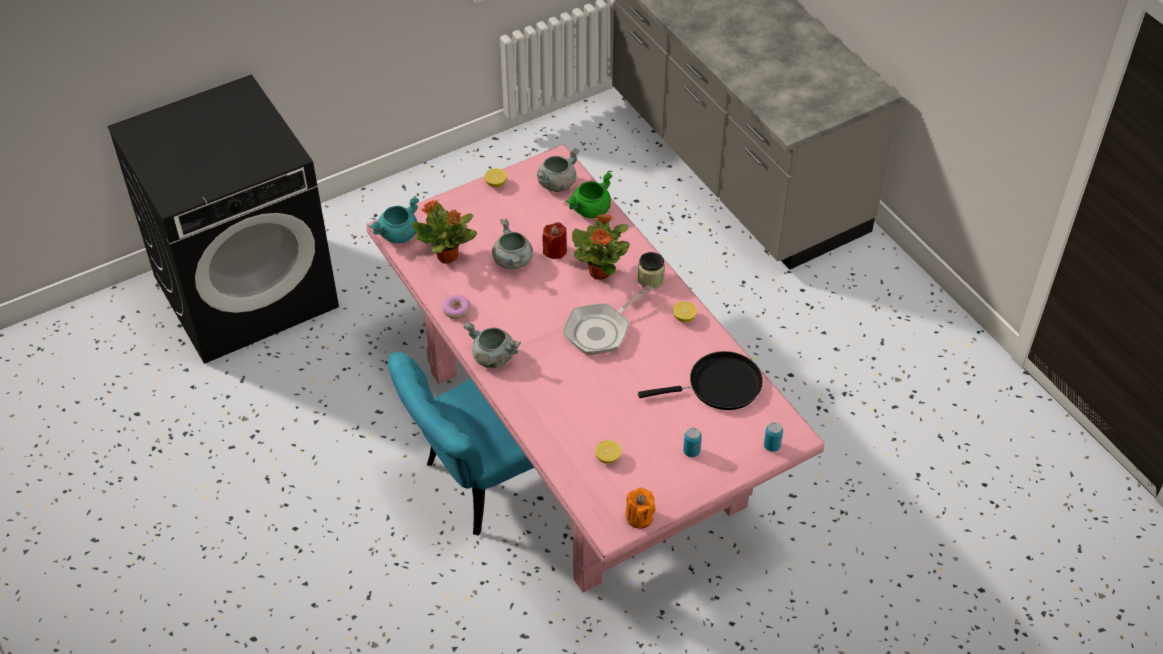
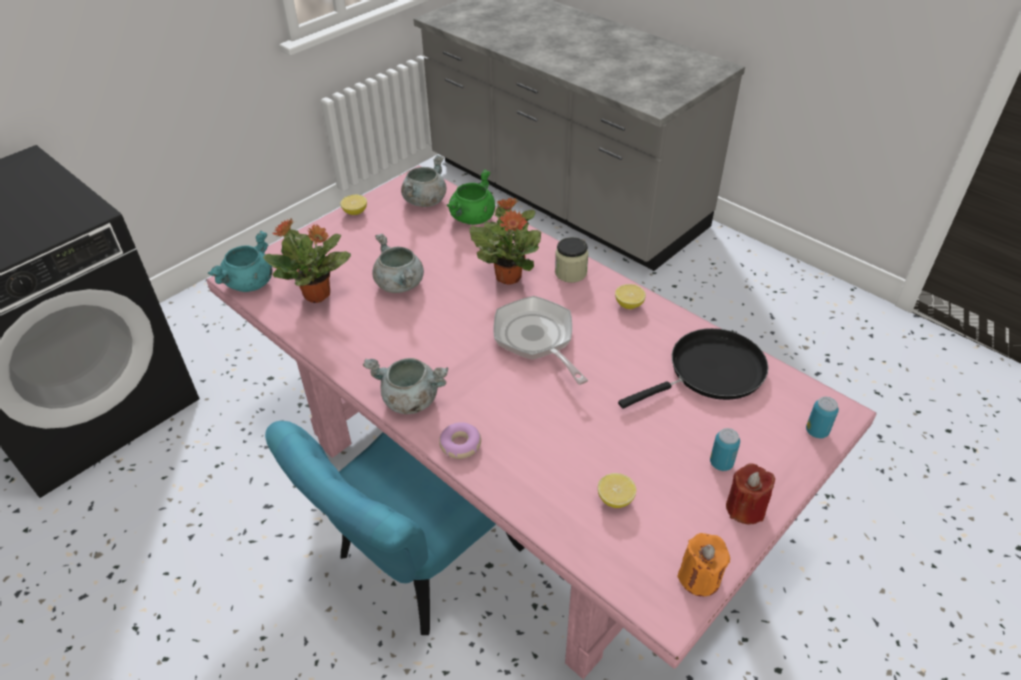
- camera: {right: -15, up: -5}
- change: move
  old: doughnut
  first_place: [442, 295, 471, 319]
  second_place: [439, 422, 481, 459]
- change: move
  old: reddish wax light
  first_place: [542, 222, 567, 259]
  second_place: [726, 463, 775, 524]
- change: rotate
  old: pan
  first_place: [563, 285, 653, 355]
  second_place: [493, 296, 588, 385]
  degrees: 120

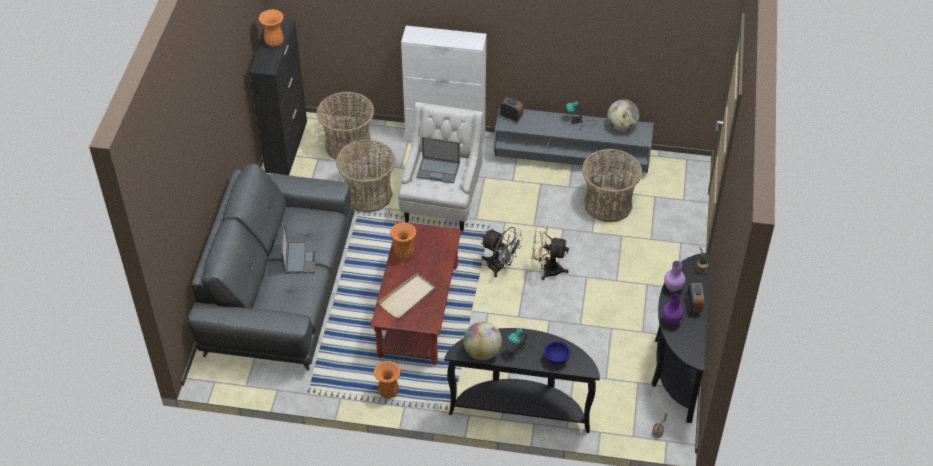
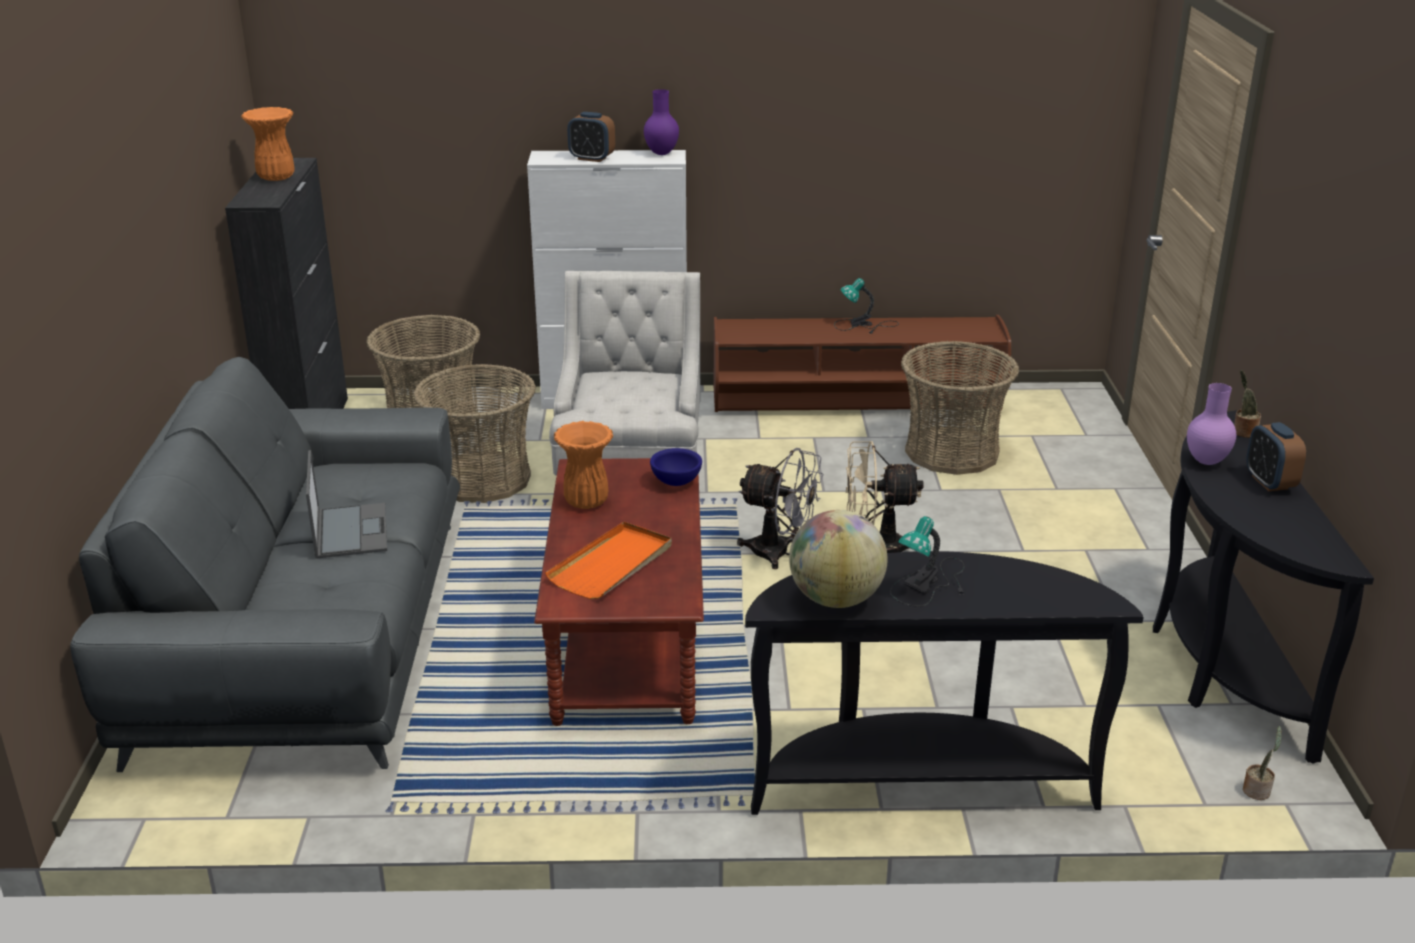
- camera: {right: -10, up: -20}
- change: delete
  old: orange-coloured decorative vase
  first_place: [374, 361, 401, 399]
- change: recolor
  old: sand-coloured carrying tray
  new: orange-coloured carrying tray
  first_place: [378, 273, 436, 318]
  second_place: [545, 522, 672, 599]
- change: delete
  old: notebook computer
  first_place: [416, 137, 460, 183]
- change: recolor
  old: greyish media console
  new: brown-coloured media console
  first_place: [494, 107, 654, 173]
  second_place: [714, 315, 1011, 412]
- change: move
  old: bedside clock
  first_place: [500, 98, 524, 123]
  second_place: [567, 112, 615, 162]
- change: move
  old: blue bowl
  first_place: [544, 341, 571, 364]
  second_place: [650, 448, 702, 486]
- change: delete
  old: desk globe
  first_place: [607, 99, 639, 132]
- change: move
  old: purplish decorative vase
  first_place: [662, 294, 684, 325]
  second_place: [644, 89, 679, 155]

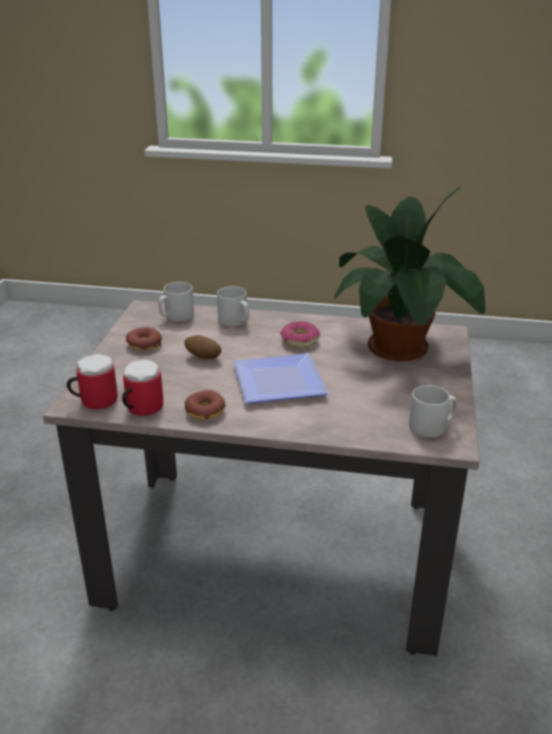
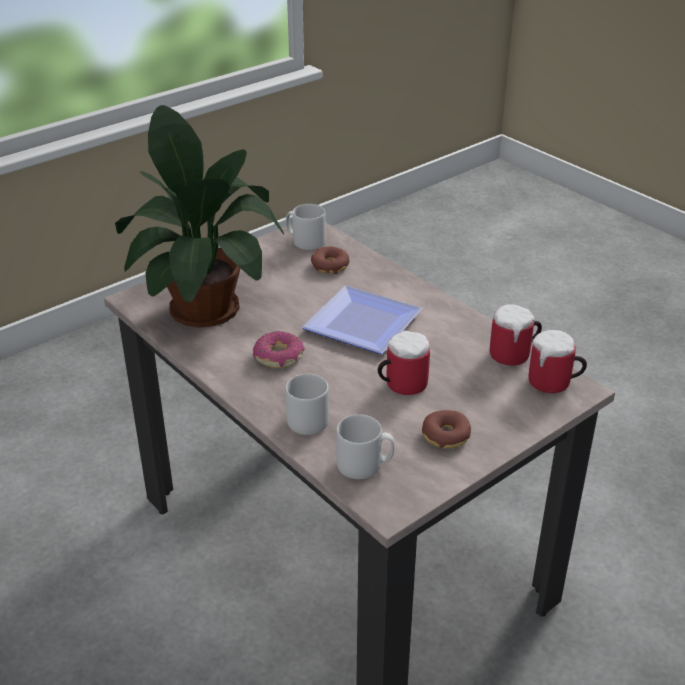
- camera: {right: -140, up: 5}
- change: replace
  old: spud
  new: tea mug
  first_place: [184, 335, 221, 359]
  second_place: [378, 331, 430, 395]
- change: move
  old: doughnut
  first_place: [185, 390, 226, 420]
  second_place: [311, 247, 350, 274]

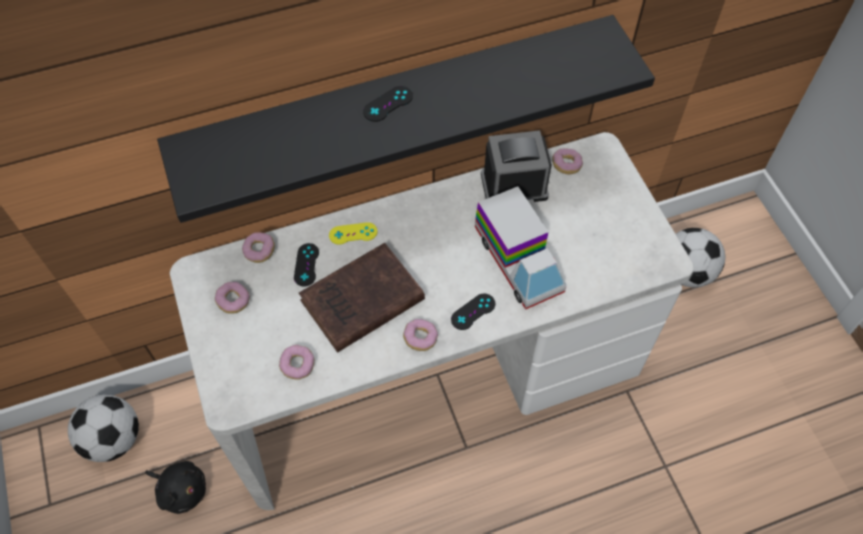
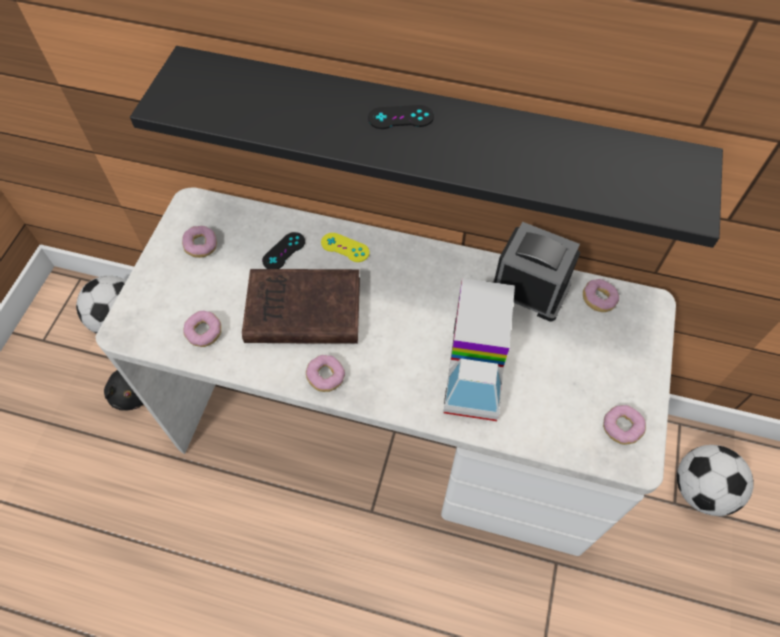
- camera: {right: 35, up: 0}
- change: move
  old: doughnut
  first_place: [242, 232, 275, 263]
  second_place: [603, 405, 646, 445]
- change: delete
  old: black-coloured gamepad
  first_place: [451, 294, 495, 330]

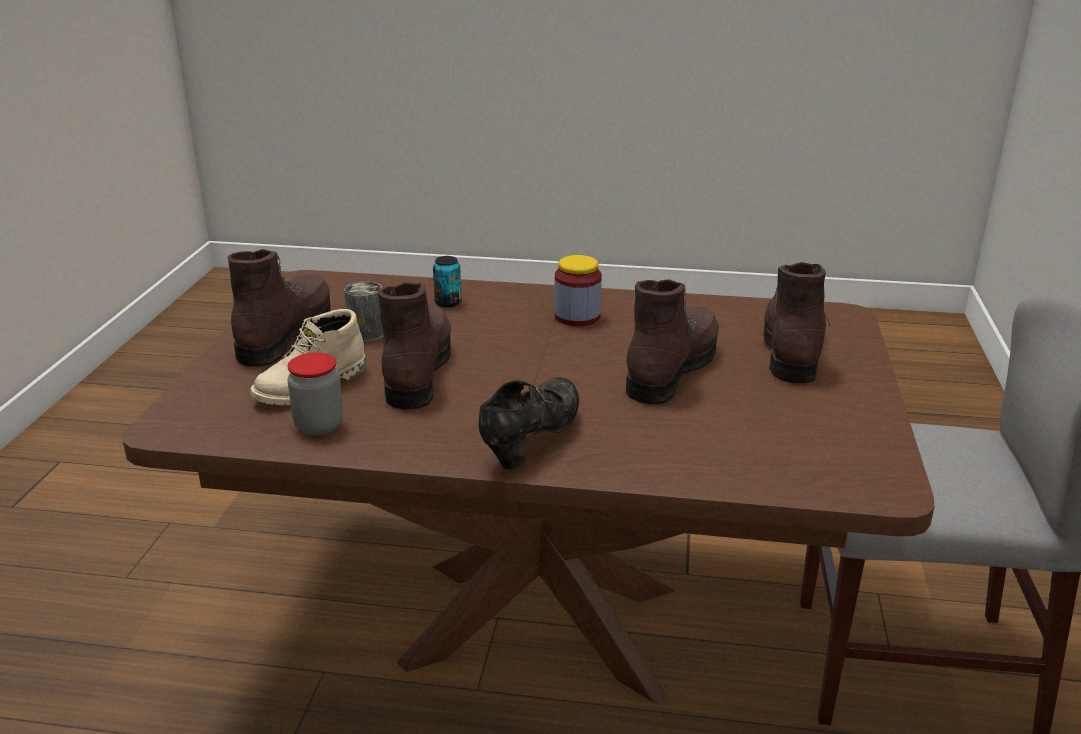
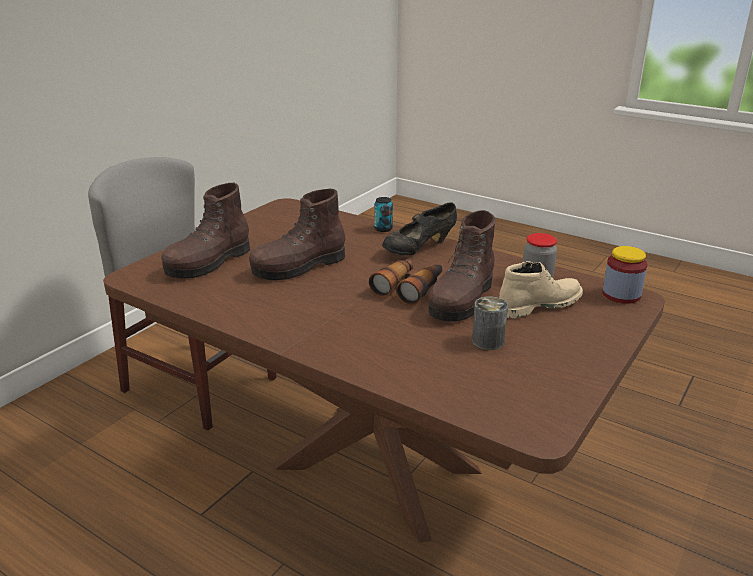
- camera: {right: -155, up: 0}
- change: delete
  old: brown-coloured boot
  first_place: [228, 249, 331, 367]
- change: move
  old: sealed can
  first_place: [433, 256, 462, 307]
  second_place: [374, 197, 393, 232]
- change: move
  old: preserve jar
  first_place: [554, 255, 602, 326]
  second_place: [602, 246, 647, 304]
- change: insert
  new: pair of binoculars
  second_place: [369, 257, 442, 305]

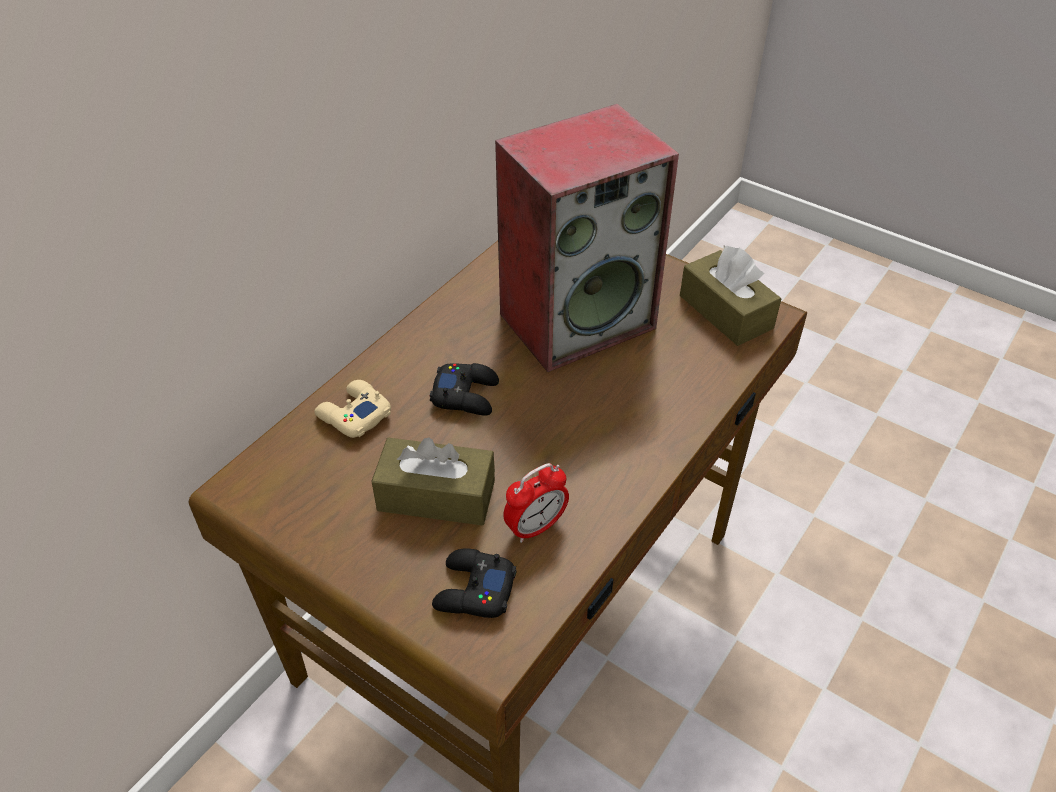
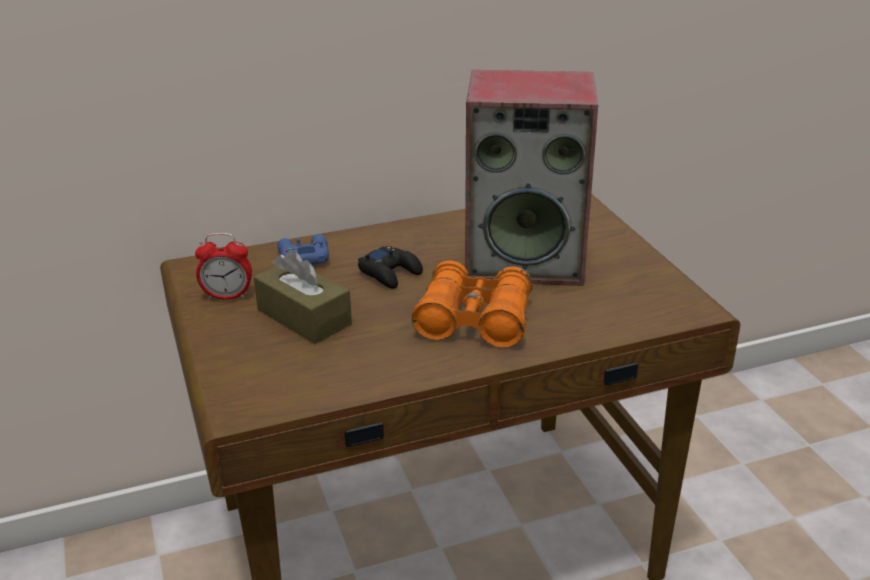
- camera: {right: 35, up: -15}
- change: recolor
  old: sand-coloured gamepad
  new: blue gamepad
  first_place: [314, 380, 391, 438]
  second_place: [277, 234, 329, 265]
- change: delete
  old: black-coloured gamepad
  first_place: [432, 548, 516, 618]
- change: move
  old: bedside clock
  first_place: [504, 463, 569, 543]
  second_place: [195, 233, 252, 300]
- change: delete
  old: brown-coloured tissue holder
  first_place: [680, 246, 781, 346]
- change: insert
  new: orange-coloured pair of binoculars
  second_place: [412, 260, 533, 348]

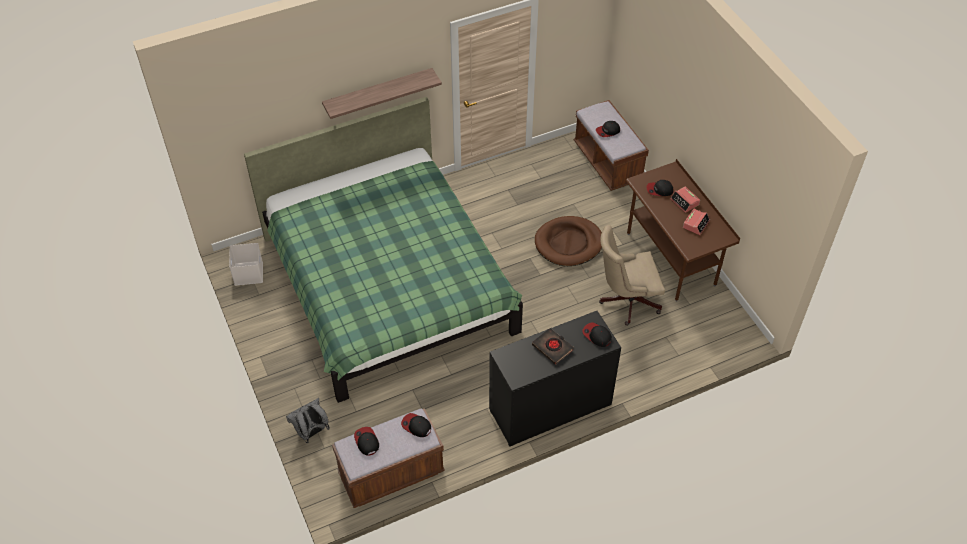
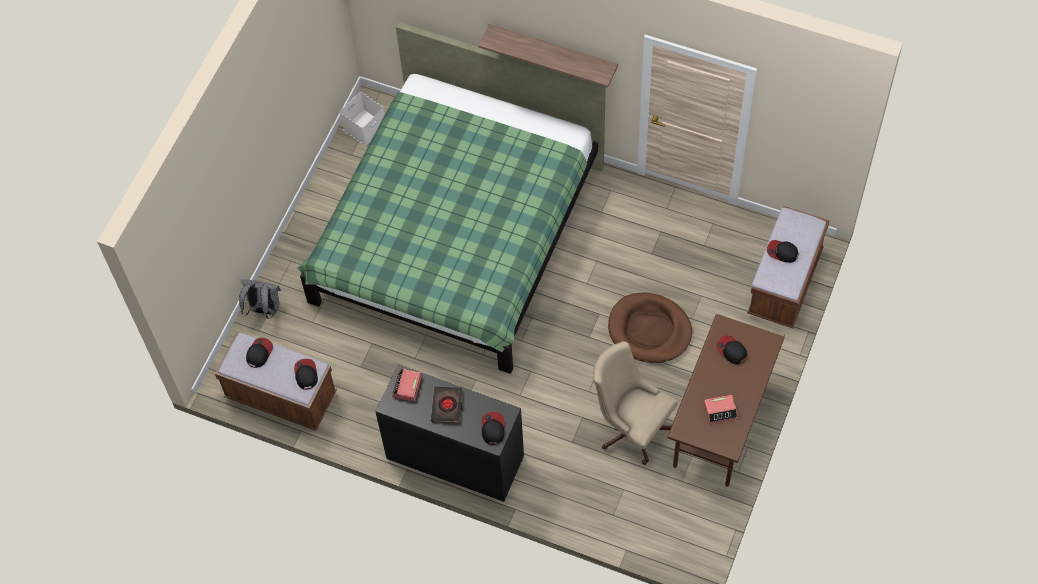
- camera: {right: 50, up: 10}
- change: move
  old: bedside clock
  first_place: [670, 187, 700, 213]
  second_place: [392, 368, 421, 401]

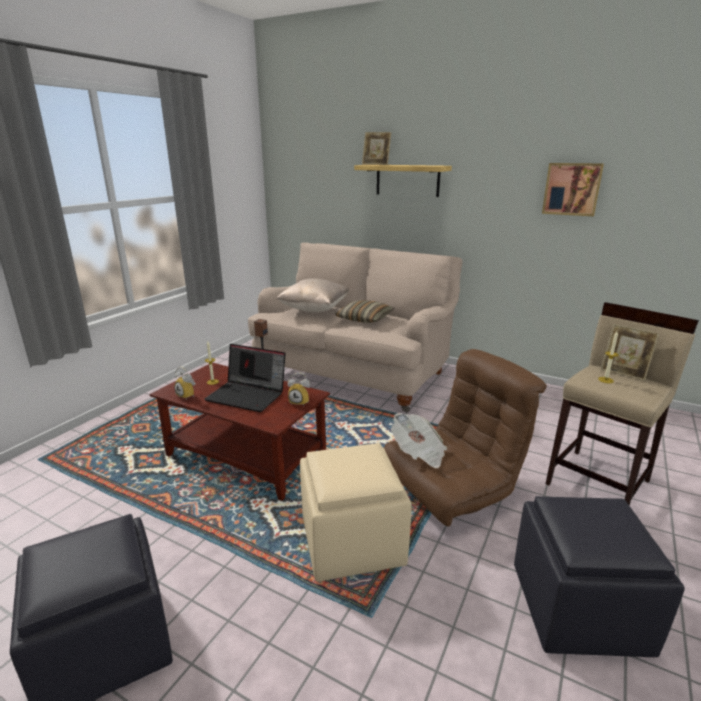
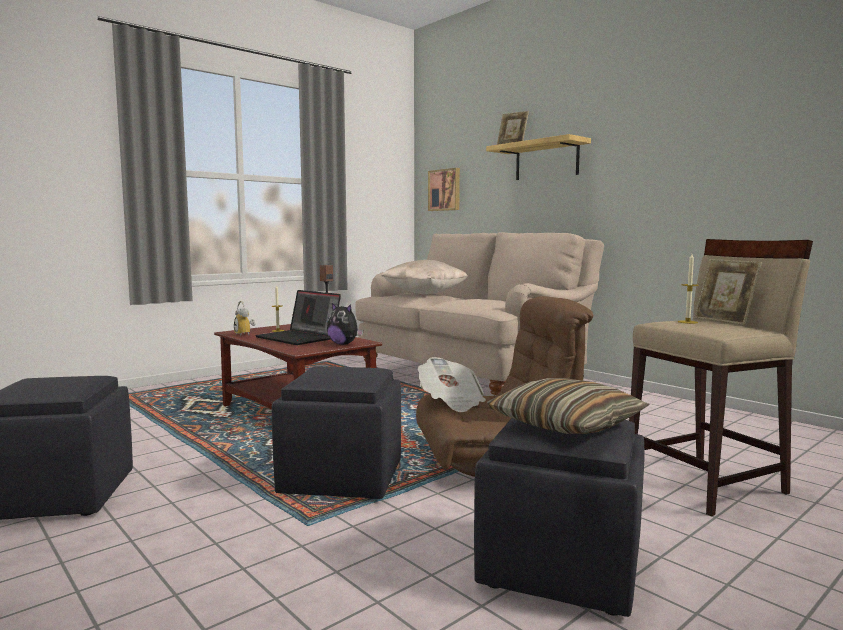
- camera: {right: 20, up: -15}
- change: replace
  old: bedside clock
  new: soft toy
  first_place: [288, 373, 310, 406]
  second_place: [327, 303, 363, 345]
- change: recolor
  old: sand-coloured ottoman
  new: black-coloured ottoman
  first_place: [300, 443, 412, 582]
  second_place: [272, 366, 401, 499]
- change: move
  old: pillow
  first_place: [335, 300, 394, 323]
  second_place: [487, 378, 649, 434]
- change: move
  old: wall picture
  first_place: [542, 163, 604, 216]
  second_place: [428, 168, 460, 211]

